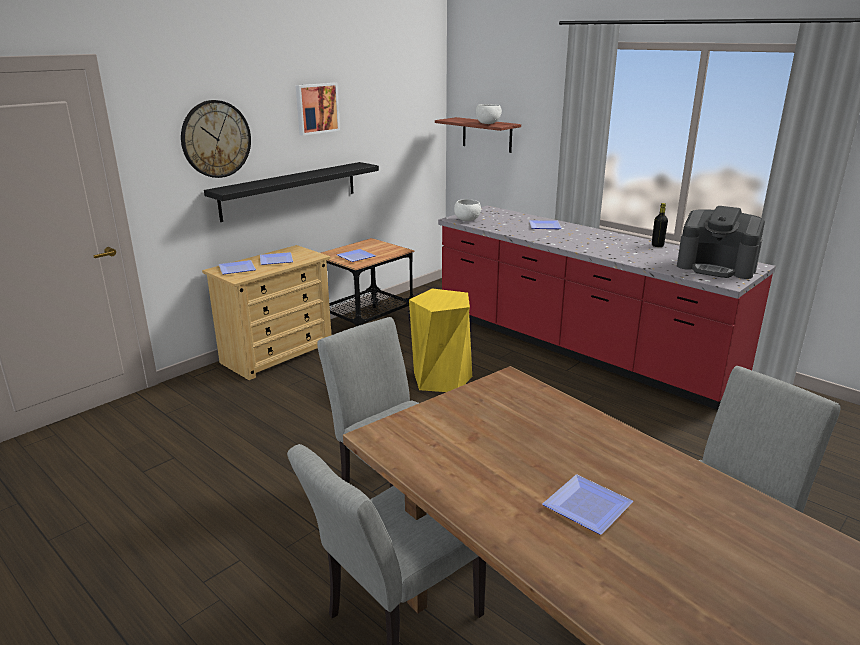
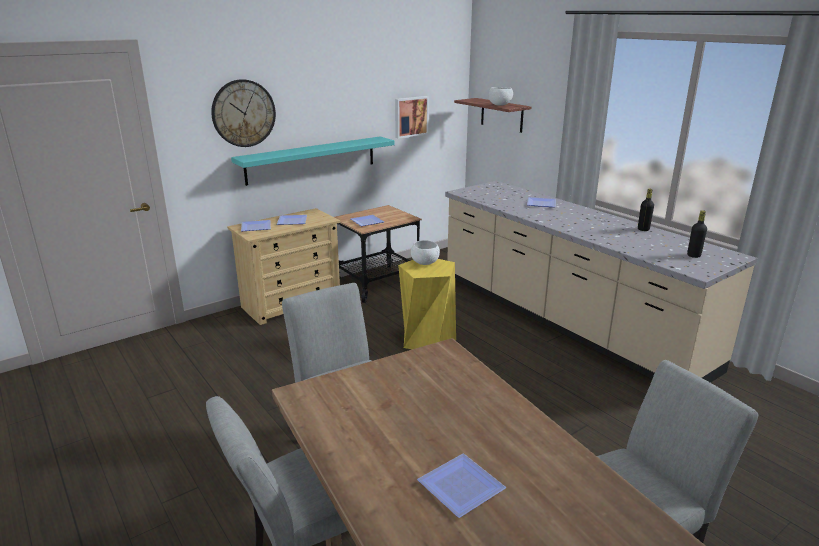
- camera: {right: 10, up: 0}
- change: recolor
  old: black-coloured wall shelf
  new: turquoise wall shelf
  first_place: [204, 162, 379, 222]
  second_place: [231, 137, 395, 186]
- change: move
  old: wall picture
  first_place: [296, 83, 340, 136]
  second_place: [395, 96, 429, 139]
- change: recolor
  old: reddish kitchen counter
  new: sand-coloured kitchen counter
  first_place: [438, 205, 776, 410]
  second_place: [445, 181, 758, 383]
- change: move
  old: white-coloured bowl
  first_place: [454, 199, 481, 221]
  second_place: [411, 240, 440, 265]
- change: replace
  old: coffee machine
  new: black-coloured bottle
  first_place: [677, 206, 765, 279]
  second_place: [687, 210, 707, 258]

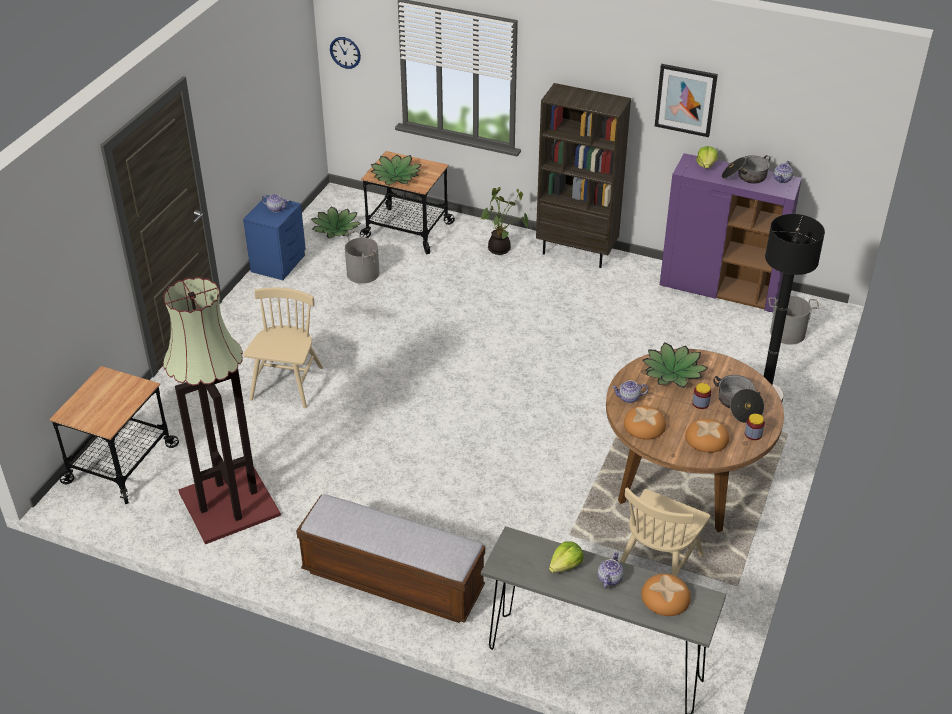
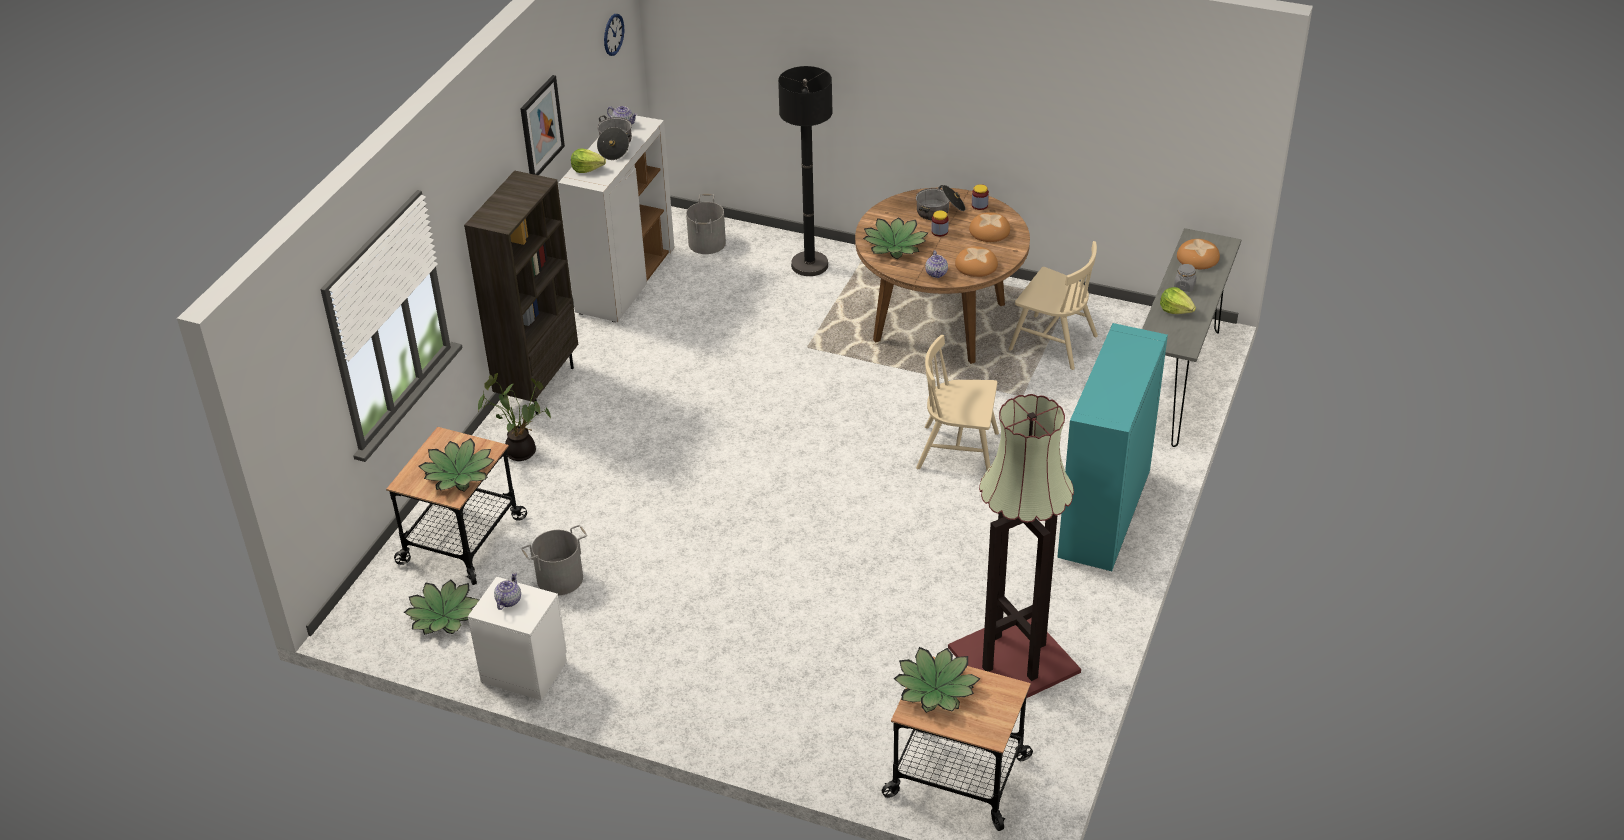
- camera: {right: -90, up: 0}
- change: recolor
  old: blue night table
  new: white-coloured night table
  first_place: [243, 195, 306, 280]
  second_place: [468, 577, 567, 700]
- change: move
  old: sand-coloured upright chair
  first_place: [243, 288, 323, 408]
  second_place: [916, 335, 999, 471]
- change: replace
  old: bench
  new: turquoise storage cabinet
  first_place: [296, 494, 485, 623]
  second_place: [1057, 323, 1168, 571]
- change: move
  old: hanging clock
  first_place: [330, 37, 361, 69]
  second_place: [604, 14, 624, 56]
- change: replace
  old: teapot
  new: greyish preserve jar
  first_place: [598, 551, 624, 589]
  second_place: [1174, 264, 1196, 292]
- change: recolor
  old: purplish storage cabinet
  new: white-coloured storage cabinet
  first_place: [660, 153, 802, 312]
  second_place: [558, 116, 674, 322]
- change: insert
  new: potted plant
  second_place: [894, 647, 980, 713]

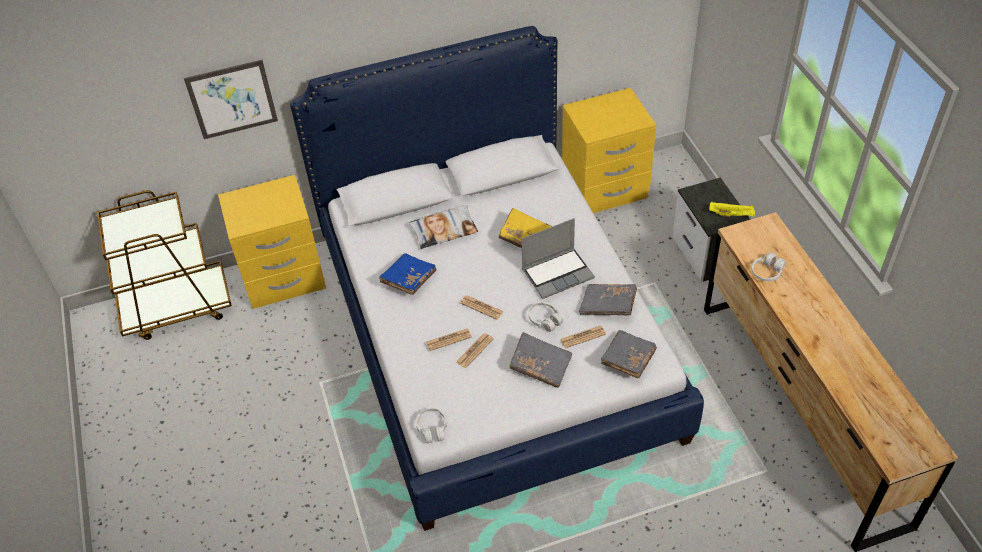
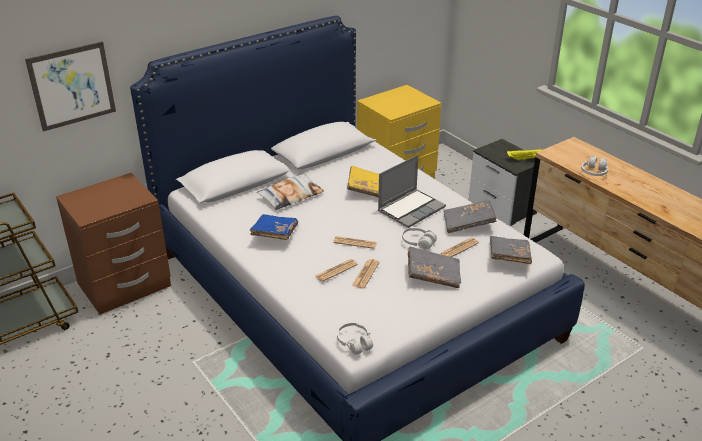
- camera: {right: -20, up: -15}
- change: recolor
  old: yellowish night table
  new: brown-coloured night table
  first_place: [218, 175, 326, 309]
  second_place: [56, 173, 171, 315]

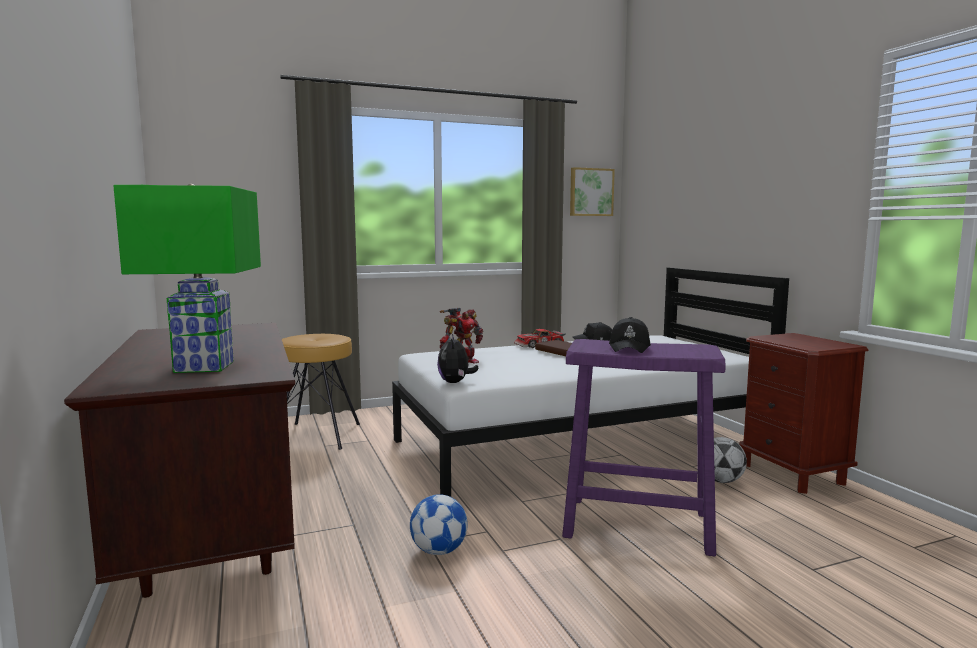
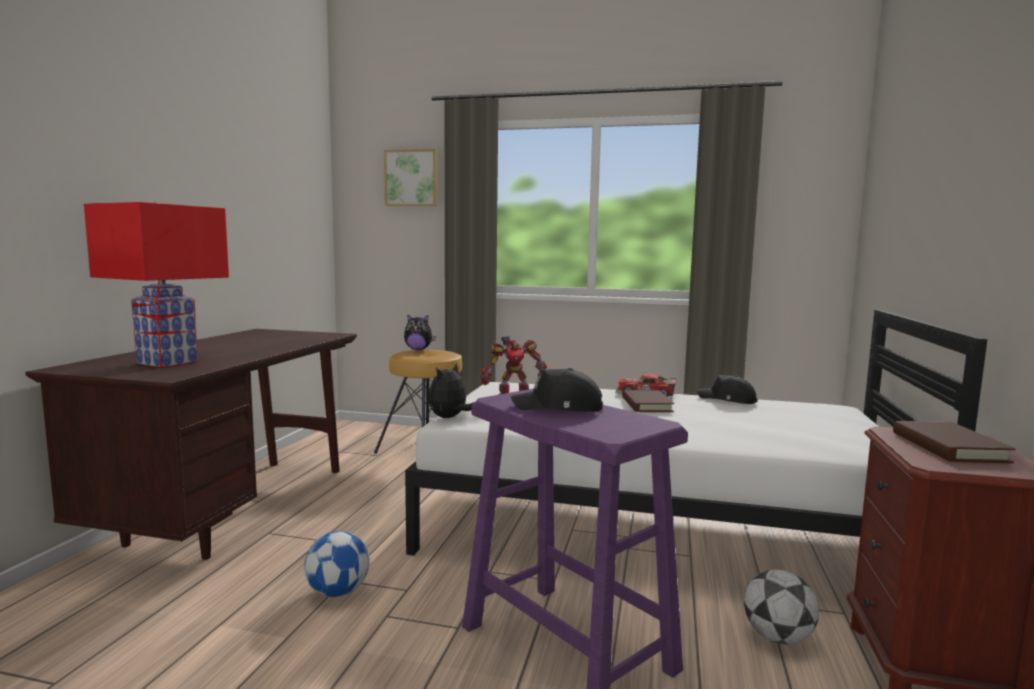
- camera: {right: 35, up: 0}
- change: recolor
  old: green-coloured lamp for a table
  new: reddish lamp for a table
  first_place: [113, 184, 261, 373]
  second_place: [84, 202, 229, 368]
- change: move
  old: wall picture
  first_place: [570, 167, 615, 216]
  second_place: [384, 149, 438, 206]
- change: rotate
  old: black-coloured cap
  first_place: [609, 317, 651, 353]
  second_place: [511, 368, 603, 412]
  degrees: 45
- change: insert
  new: soft toy
  second_place: [404, 314, 436, 350]
- change: insert
  new: brown-coloured bound book
  second_place: [893, 421, 1016, 463]

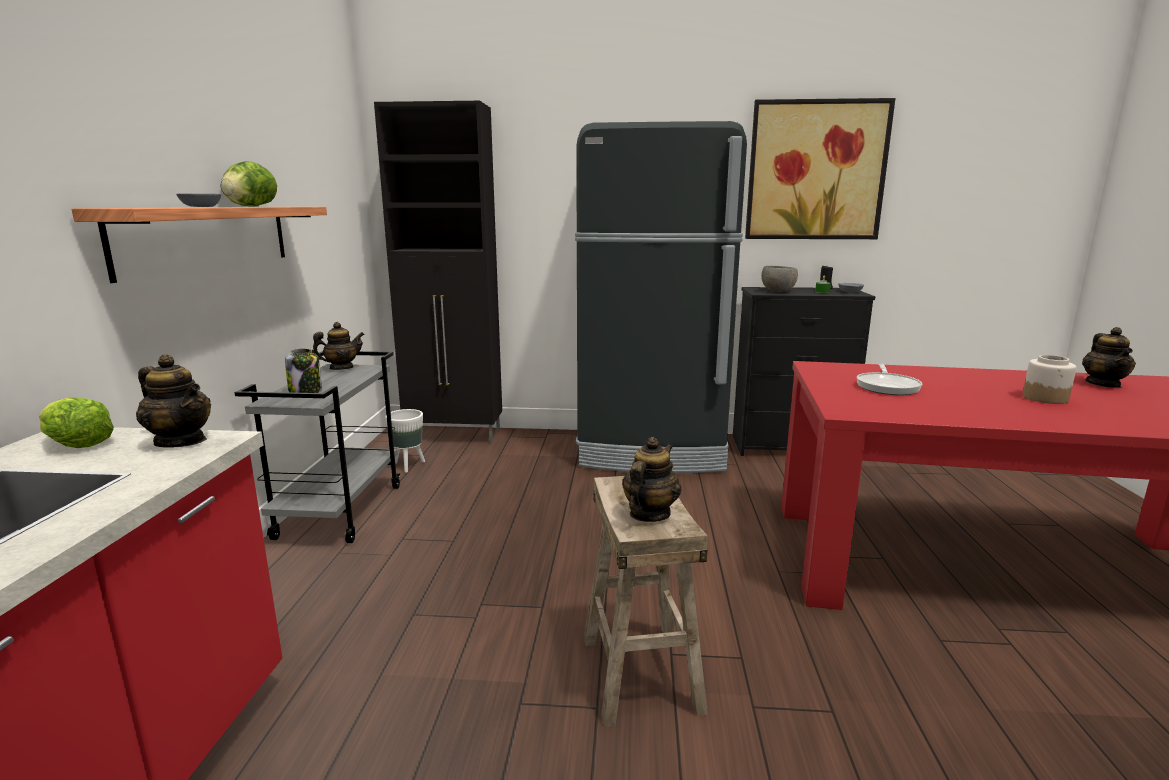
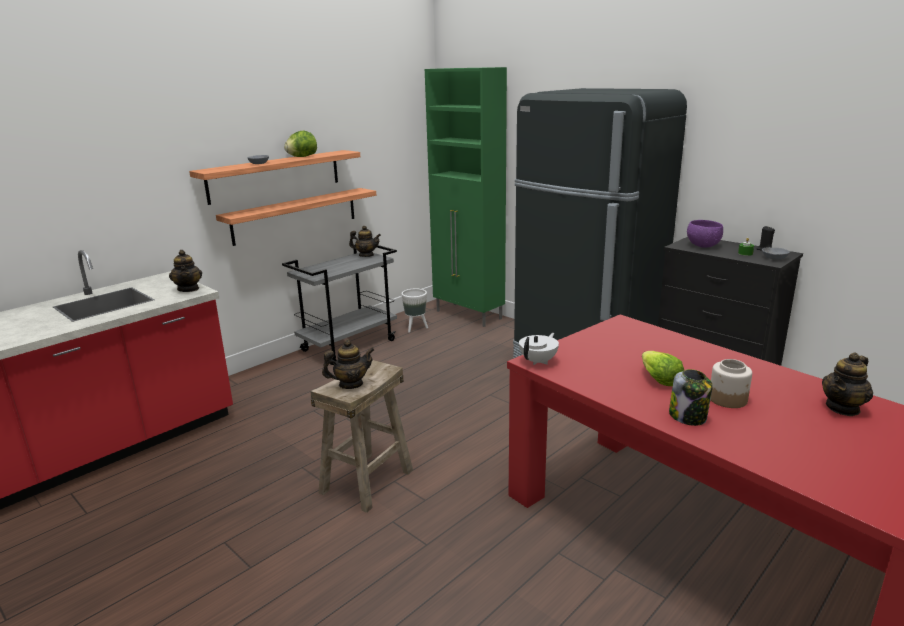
- camera: {right: 40, up: 5}
- change: move
  old: head of lettuce
  first_place: [39, 397, 114, 448]
  second_place: [642, 351, 684, 386]
- change: move
  old: preserve jar
  first_place: [285, 349, 322, 393]
  second_place: [669, 369, 712, 426]
- change: recolor
  old: black-coloured storage cabinet
  new: green-coloured storage cabinet
  first_place: [374, 101, 502, 444]
  second_place: [425, 67, 507, 327]
- change: delete
  old: wall picture
  first_place: [745, 98, 895, 239]
- change: recolor
  old: greyish bowl
  new: purplish bowl
  first_place: [761, 266, 798, 292]
  second_place: [687, 220, 723, 248]
- change: delete
  old: pan
  first_place: [857, 364, 922, 395]
- change: insert
  new: wall shelf
  second_place: [216, 188, 376, 246]
- change: insert
  new: white-coloured teapot
  second_place: [519, 333, 559, 365]

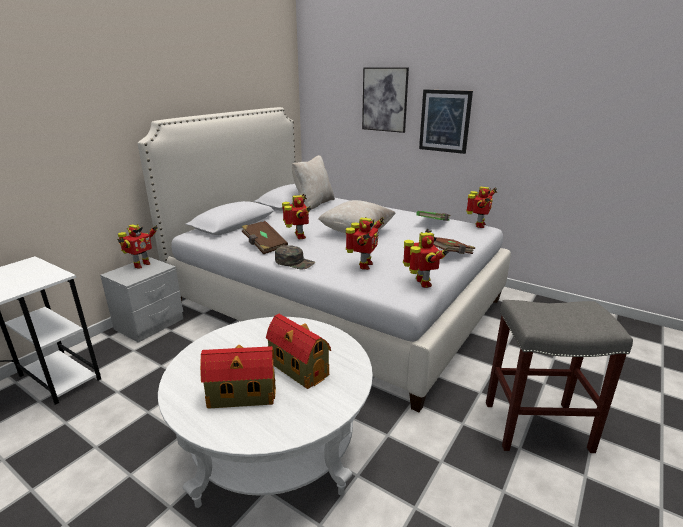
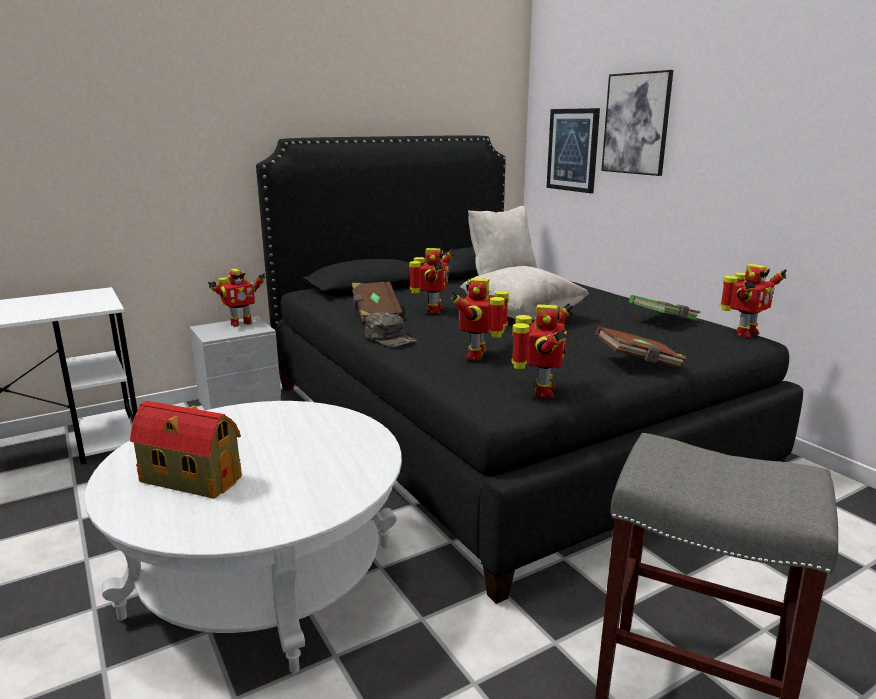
- camera: {right: 25, up: -5}
- change: recolor
  old: white-coloured sleeping bed
  new: black-coloured sleeping bed
  first_place: [138, 107, 511, 412]
  second_place: [256, 135, 803, 604]
- change: delete
  old: miniature house
  first_place: [266, 314, 331, 389]
- change: rotate
  old: toy robot
  first_place: [346, 217, 384, 270]
  second_place: [450, 278, 509, 361]
  degrees: 150
- change: move
  old: wall picture
  first_place: [419, 89, 473, 154]
  second_place: [546, 108, 600, 193]

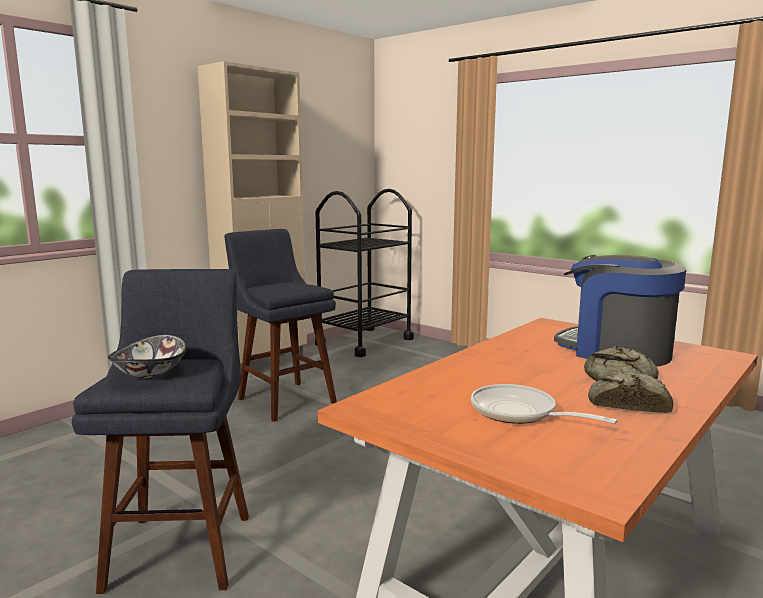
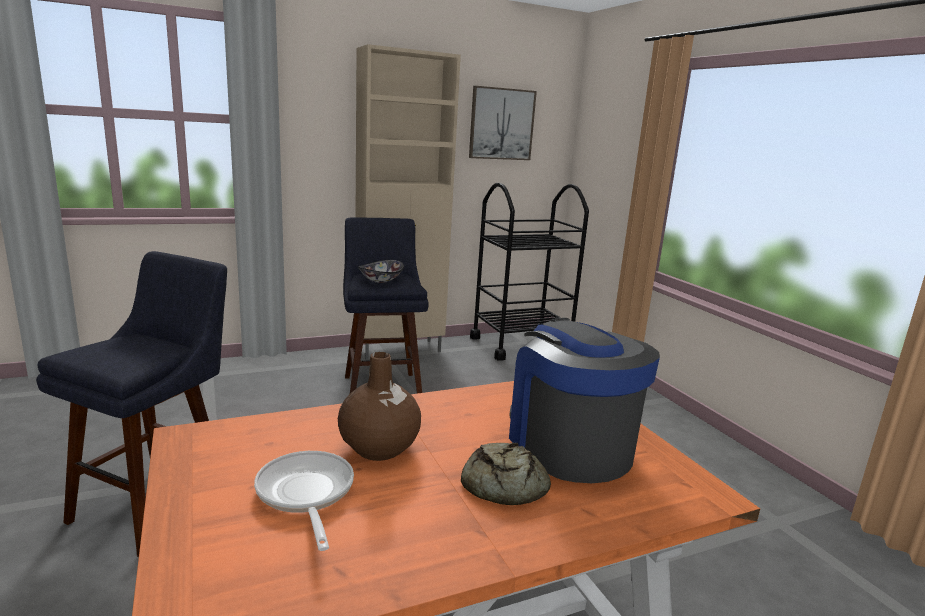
- camera: {right: 25, up: 5}
- change: move
  old: bowl
  first_place: [108, 335, 187, 379]
  second_place: [358, 260, 404, 283]
- change: delete
  old: baked bread
  first_place: [588, 373, 673, 413]
- change: insert
  new: brown-coloured decorative vase
  second_place: [338, 352, 421, 461]
- change: insert
  new: wall picture
  second_place: [469, 86, 537, 160]

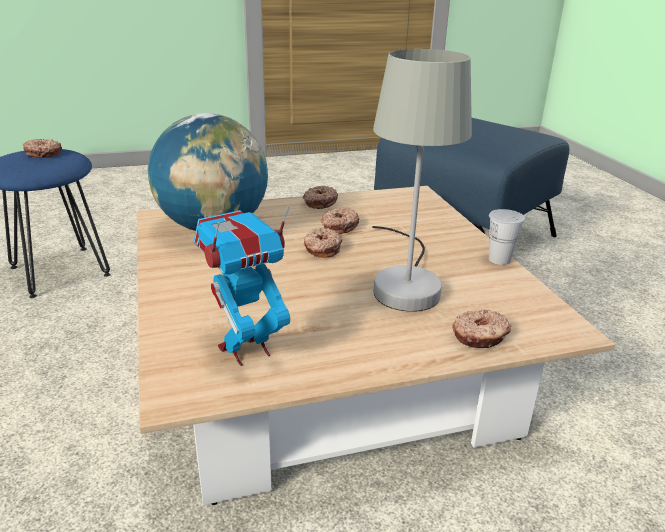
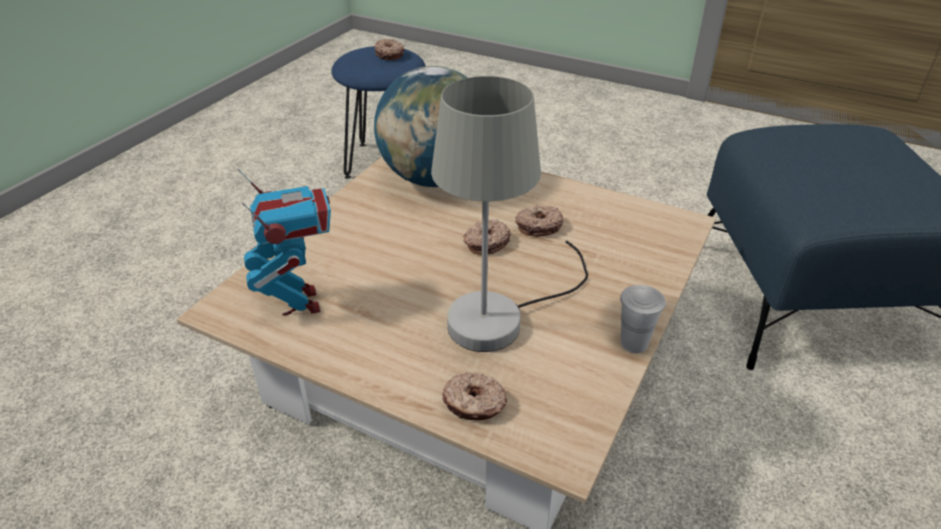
- camera: {right: 45, up: 10}
- change: rotate
  old: toy robot
  first_place: [194, 206, 290, 366]
  second_place: [238, 169, 331, 316]
  degrees: 60
- change: delete
  old: doughnut
  first_place: [303, 186, 338, 209]

